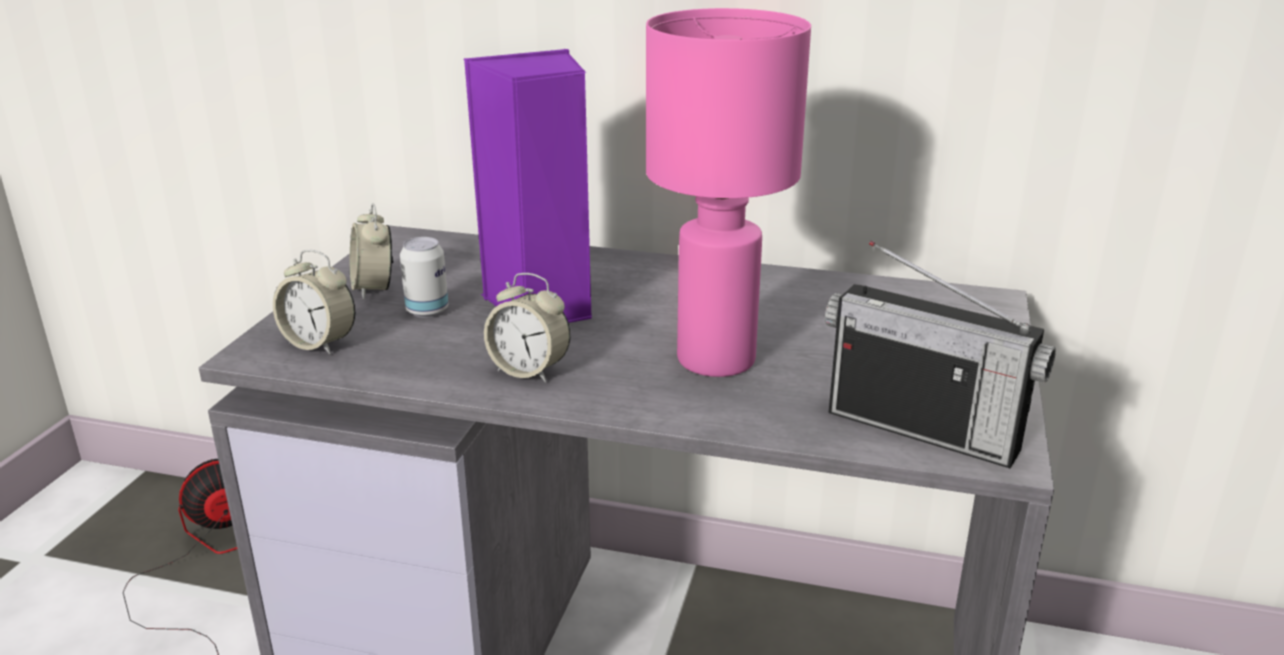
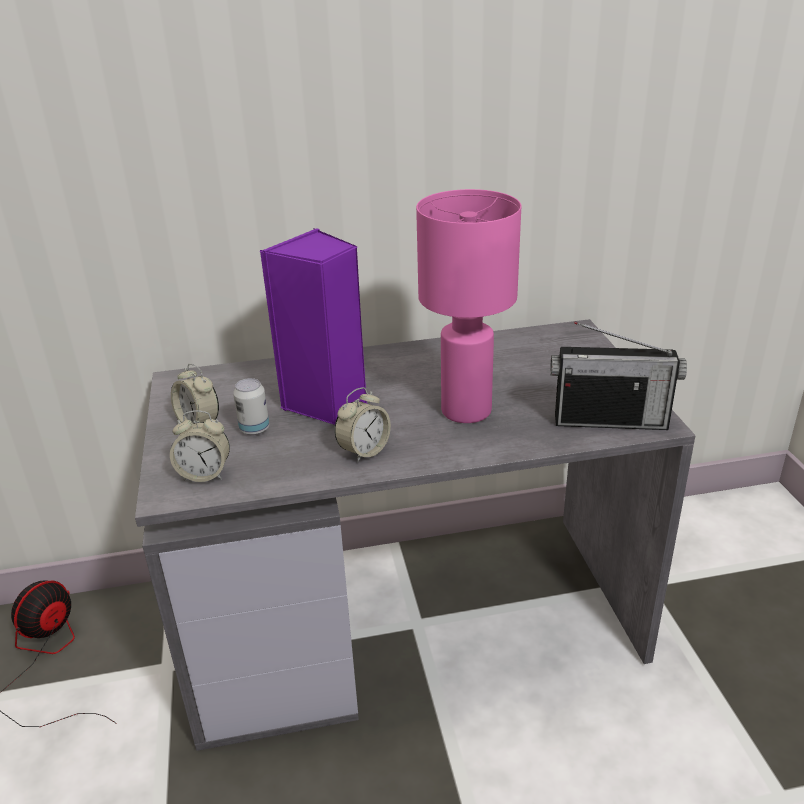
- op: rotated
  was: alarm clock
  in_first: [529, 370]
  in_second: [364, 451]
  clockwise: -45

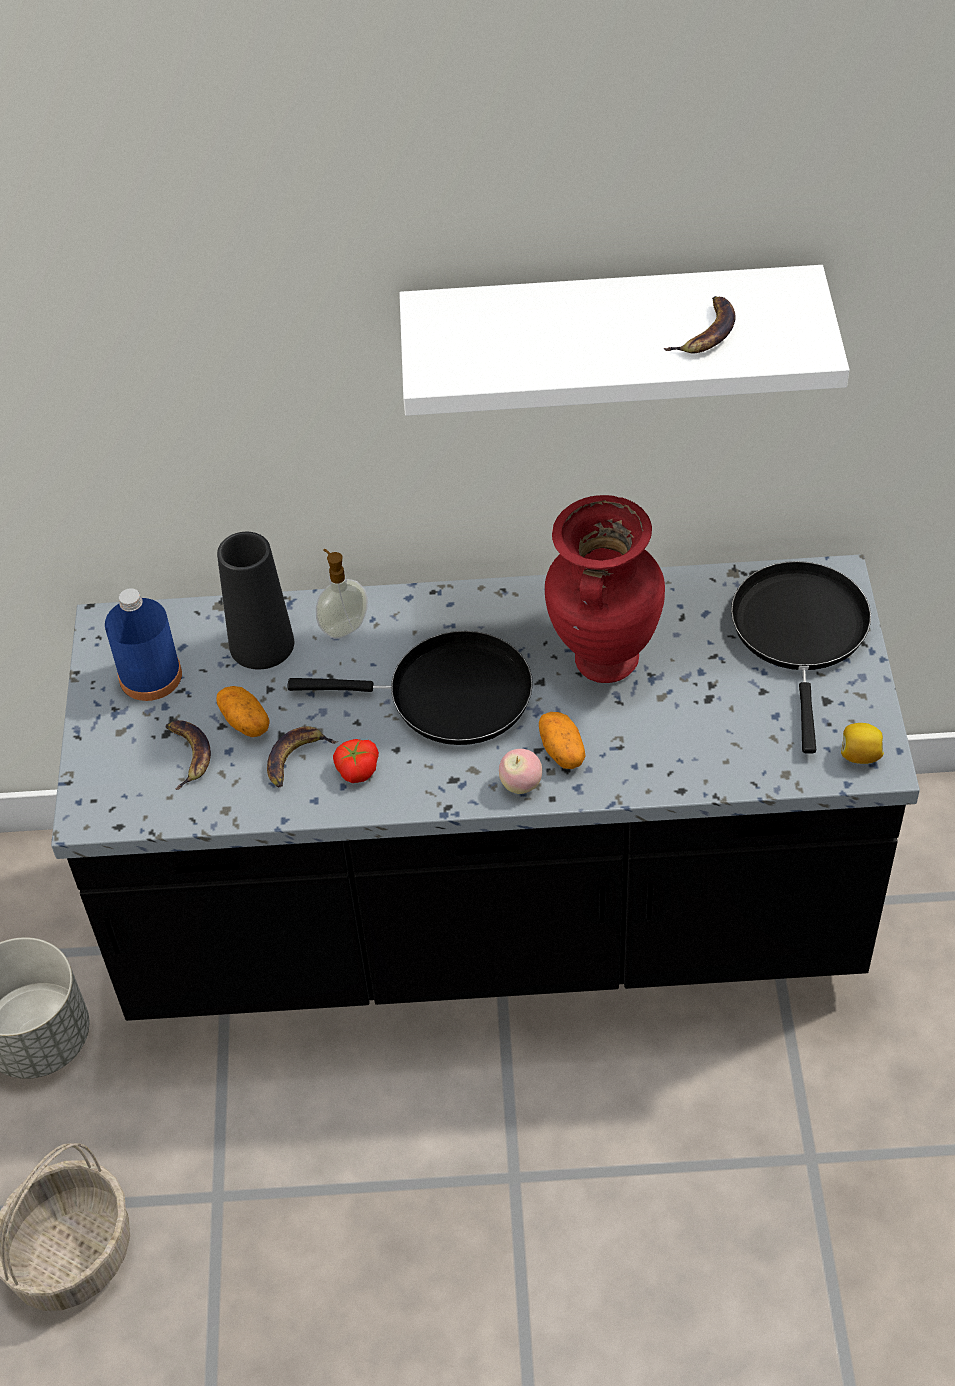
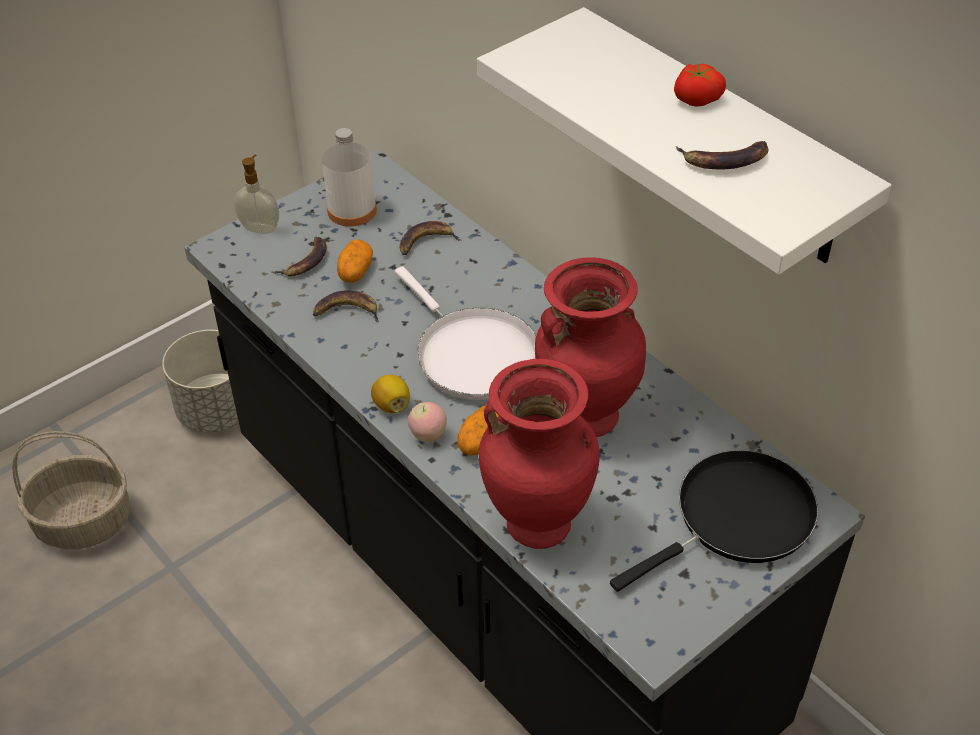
- op: repainted
  was: blue bottle
  now: white bottle
  in_first: [150, 676]
  in_second: [352, 210]
- op: swapped
  was: black vase
  now: banana
  in_first: [261, 644]
  in_second: [426, 242]
- op: repainted
  was: black frying pan
  now: white frying pan
  in_first: [449, 695]
  in_second: [472, 354]
- op: shifted
  was: soap dispenser
  in_first: [343, 627]
  in_second: [260, 228]
- op: shifted
  was: tomato
  in_first: [356, 769]
  in_second: [696, 98]
- op: shifted
  was: lemon
  in_first: [859, 755]
  in_second: [391, 405]
- op: new
  now: red vase
  in_second: [538, 523]

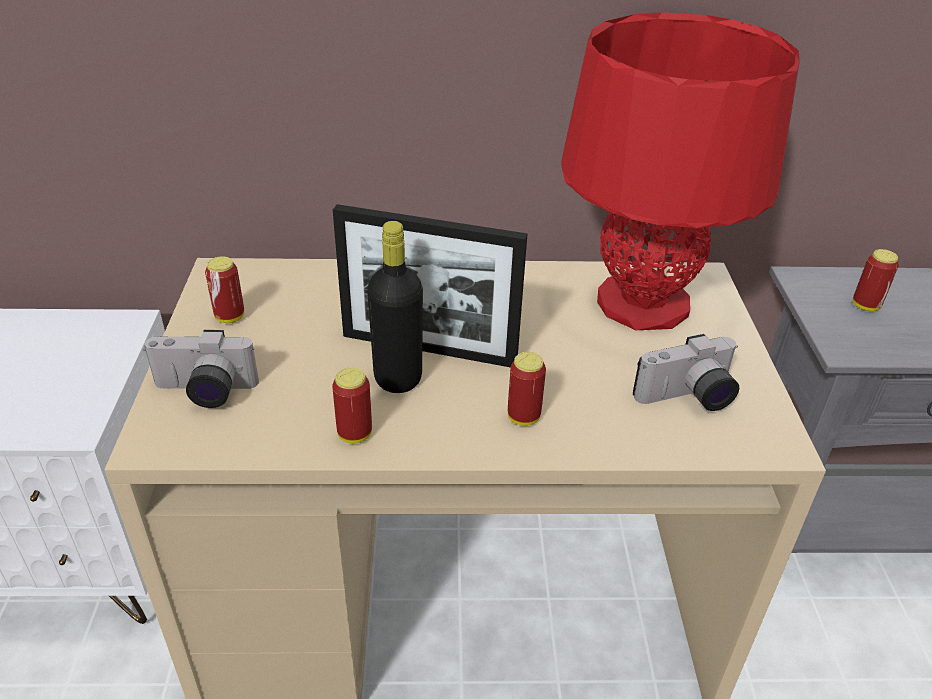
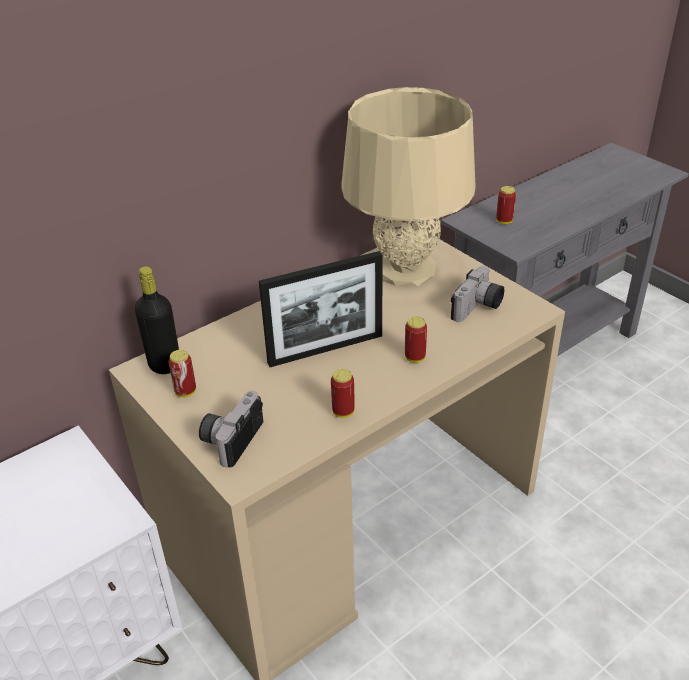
- op: rotated
  was: photo camera
  in_first: [204, 392]
  in_second: [231, 438]
  clockwise: 150
- op: shifted
  was: black bottle
  in_first: [398, 378]
  in_second: [164, 365]
- op: repainted
  was: red table lamp
  now: beige table lamp
  in_first: [643, 303]
  in_second: [406, 269]

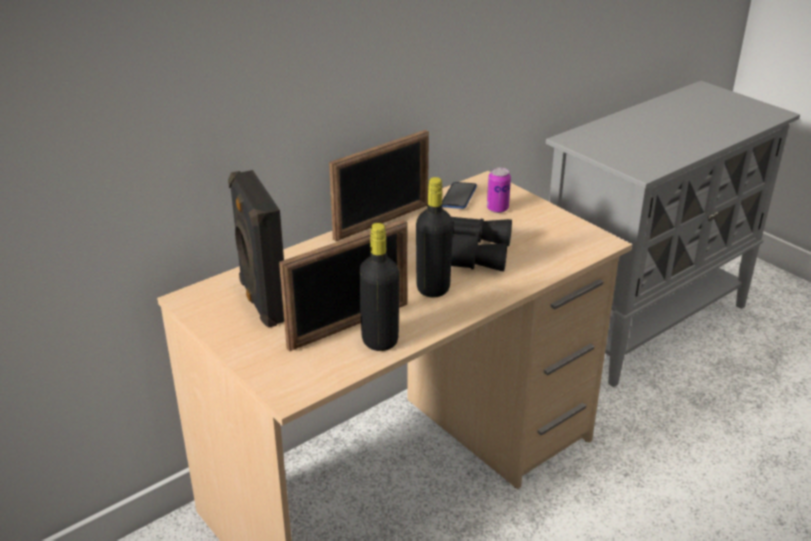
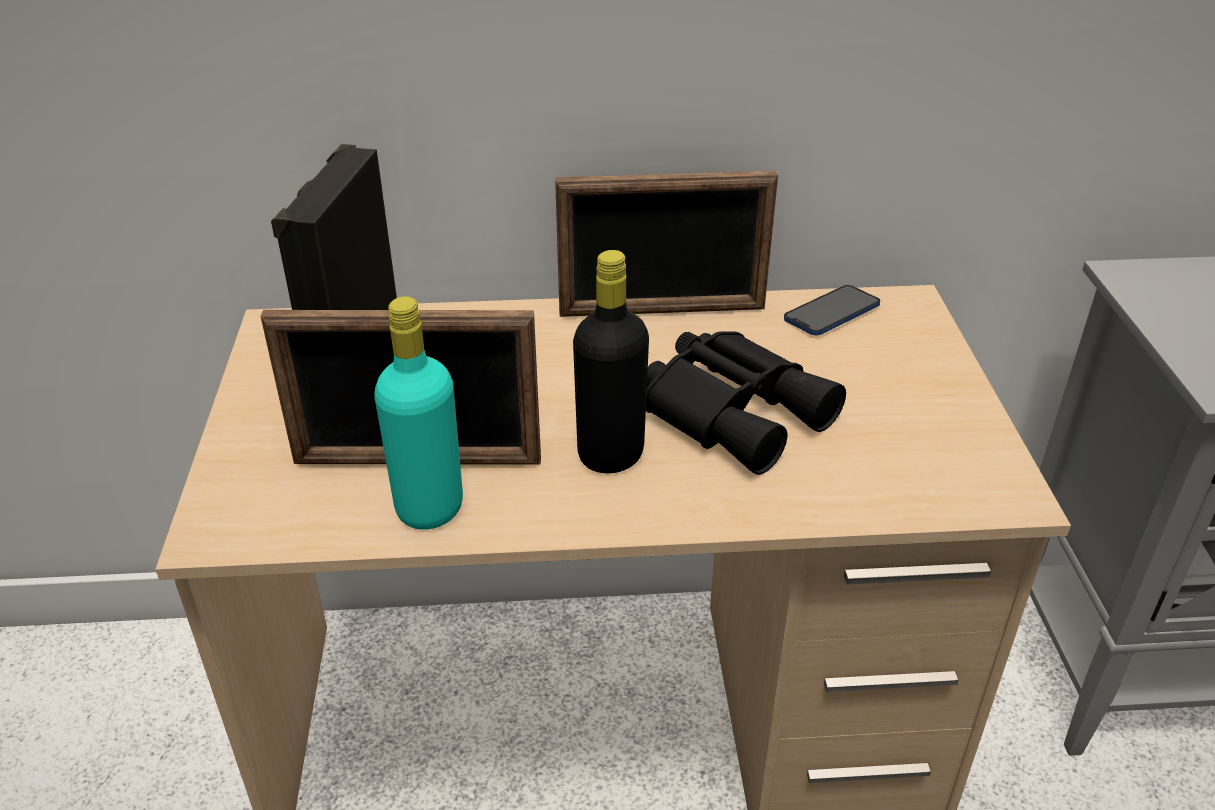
- op: repainted
  was: black bottle
  now: turquoise bottle
  in_first: [380, 340]
  in_second: [429, 508]
- op: gone
  was: can
  in_first: [497, 208]

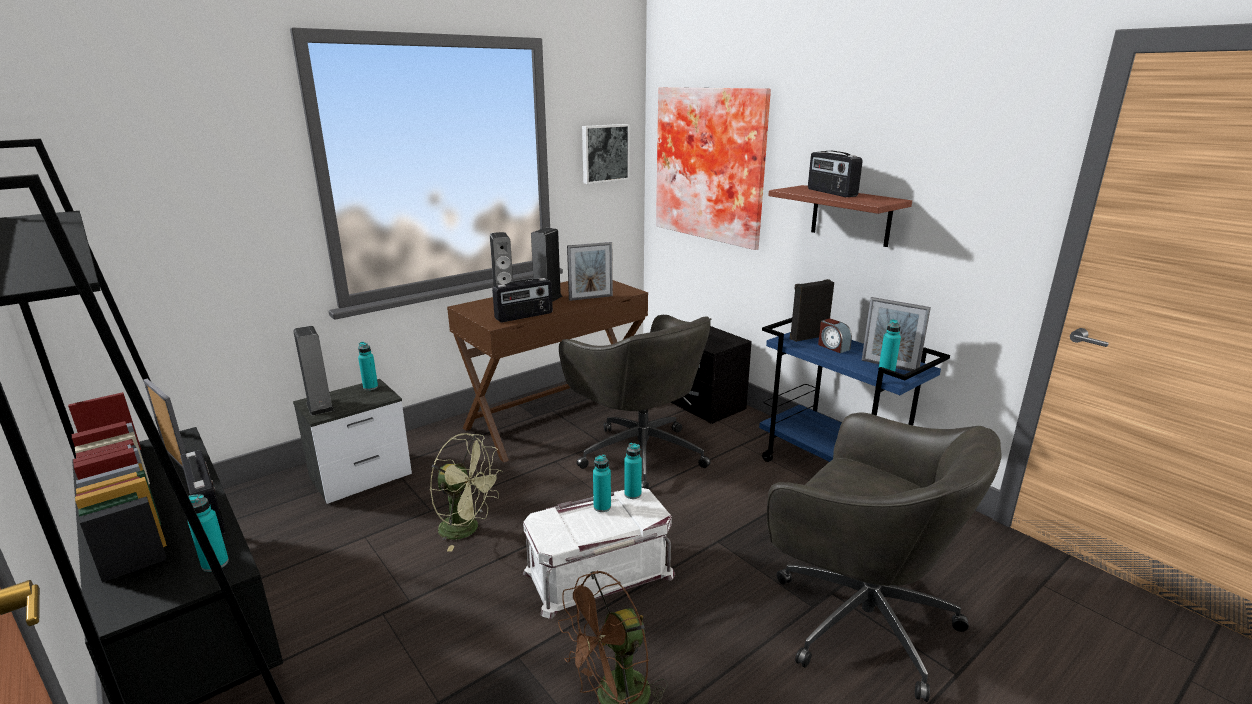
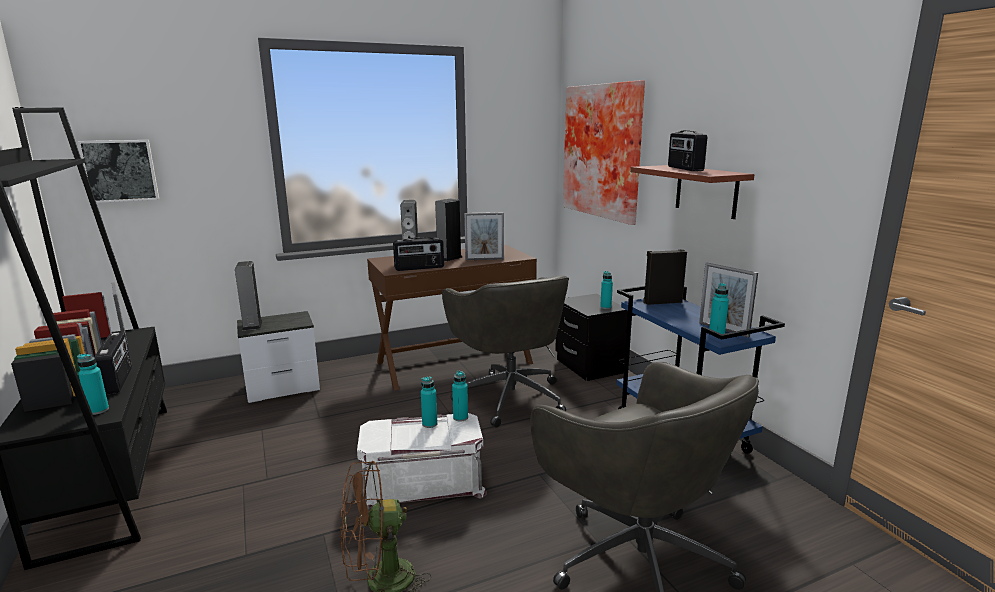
- op: shifted
  was: turquoise bottle
  in_first: [370, 387]
  in_second: [605, 307]
- op: gone
  was: green fan
  in_first: [467, 529]
- op: shifted
  was: picture
  in_first: [604, 153]
  in_second: [120, 170]
- op: gone
  was: alarm clock
  in_first: [833, 347]

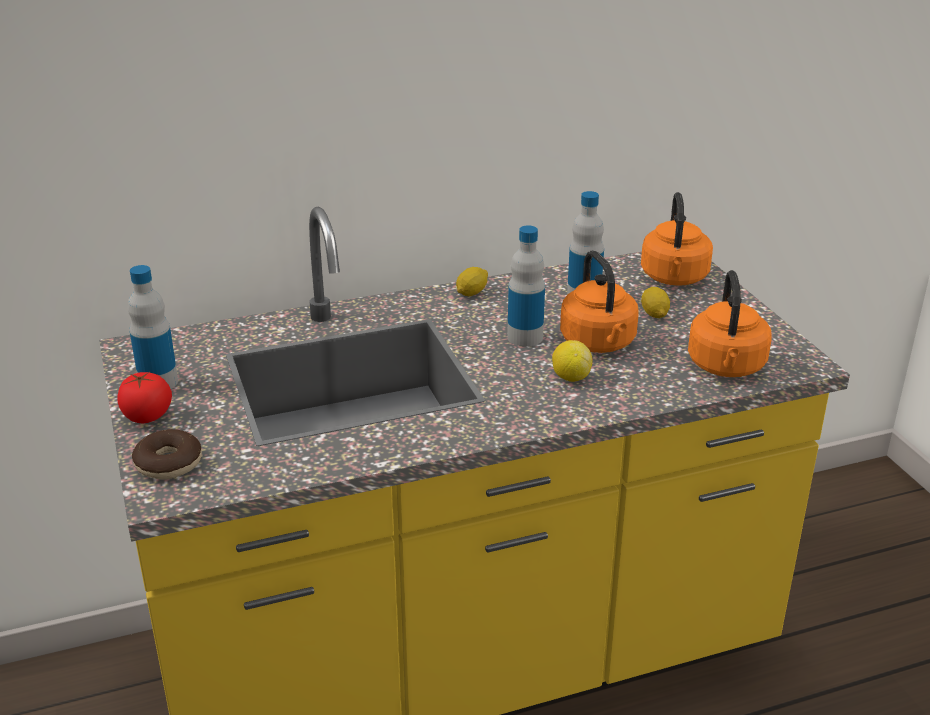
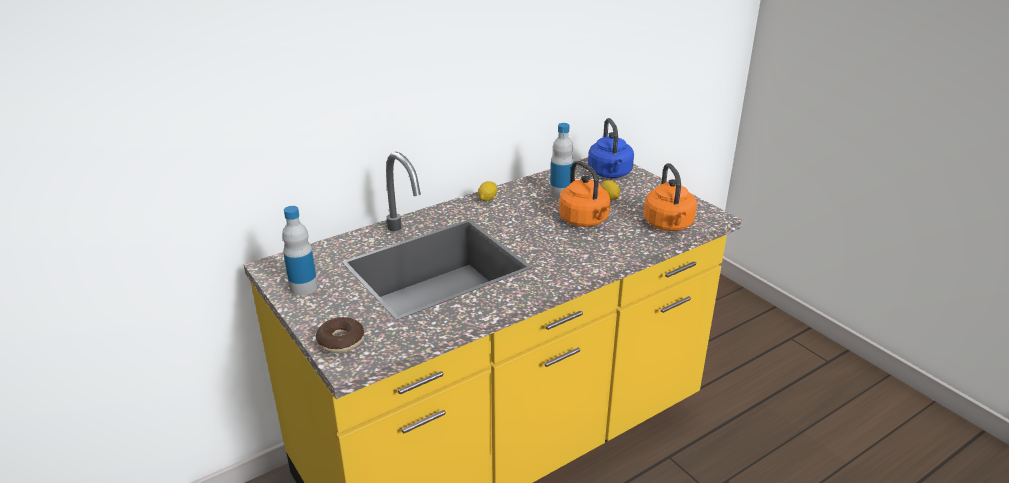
- op: gone
  was: tomato
  in_first: [147, 416]
- op: gone
  was: bottle
  in_first: [525, 337]
- op: gone
  was: lemon
  in_first: [571, 377]
- op: repainted
  was: orange kettle
  now: blue kettle
  in_first: [674, 278]
  in_second: [610, 174]

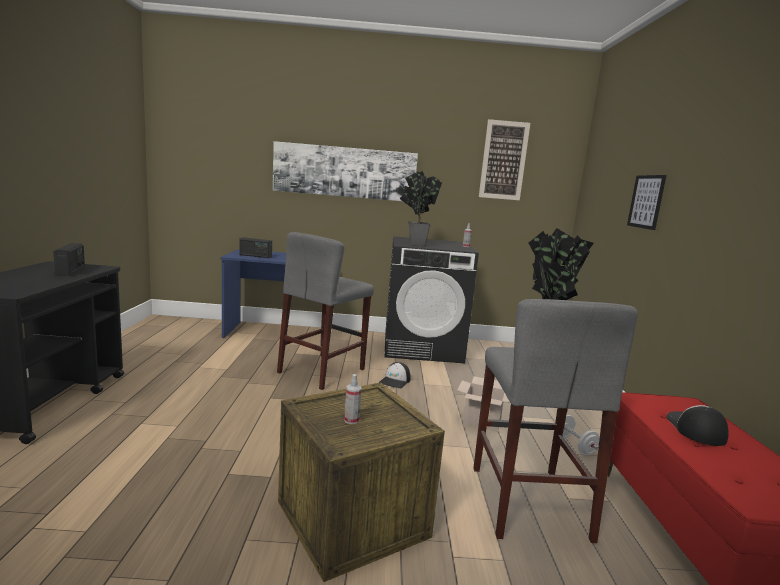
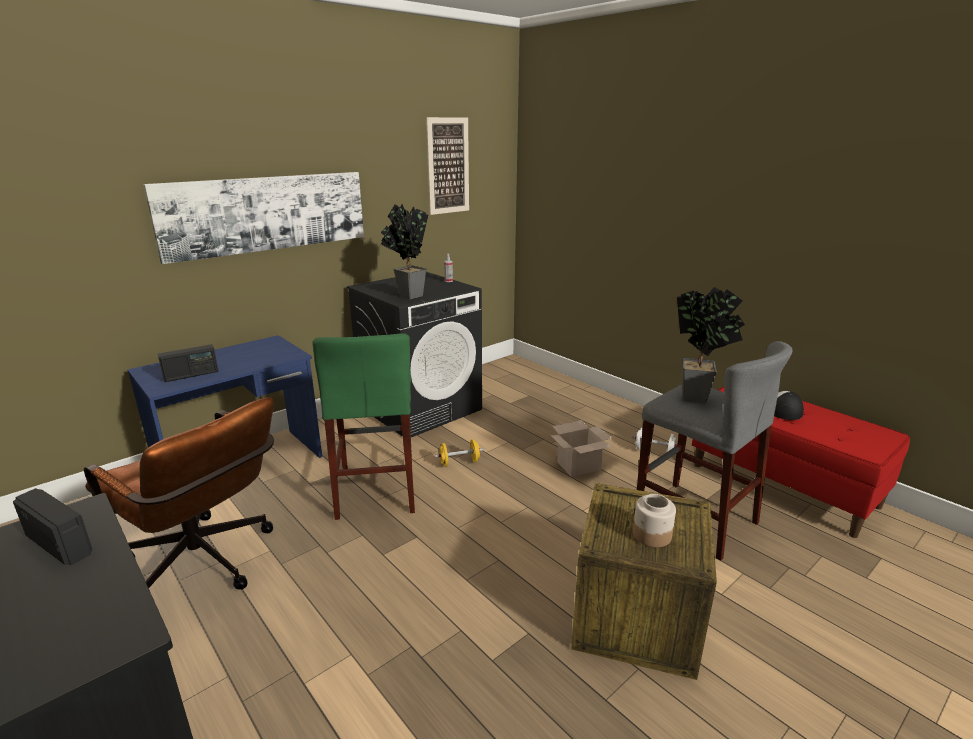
- op: repainted
  was: grey stool
  now: green stool
  in_first: [322, 371]
  in_second: [377, 489]
- op: swapped
  was: spray bottle
  now: jar
  in_first: [351, 420]
  in_second: [652, 535]
- op: swapped
  was: cap
  now: yellow dumbbell
  in_first: [395, 381]
  in_second: [459, 462]
- op: gone
  was: picture
  in_first: [646, 201]
- op: new
  now: brown office chair
  in_second: [206, 566]

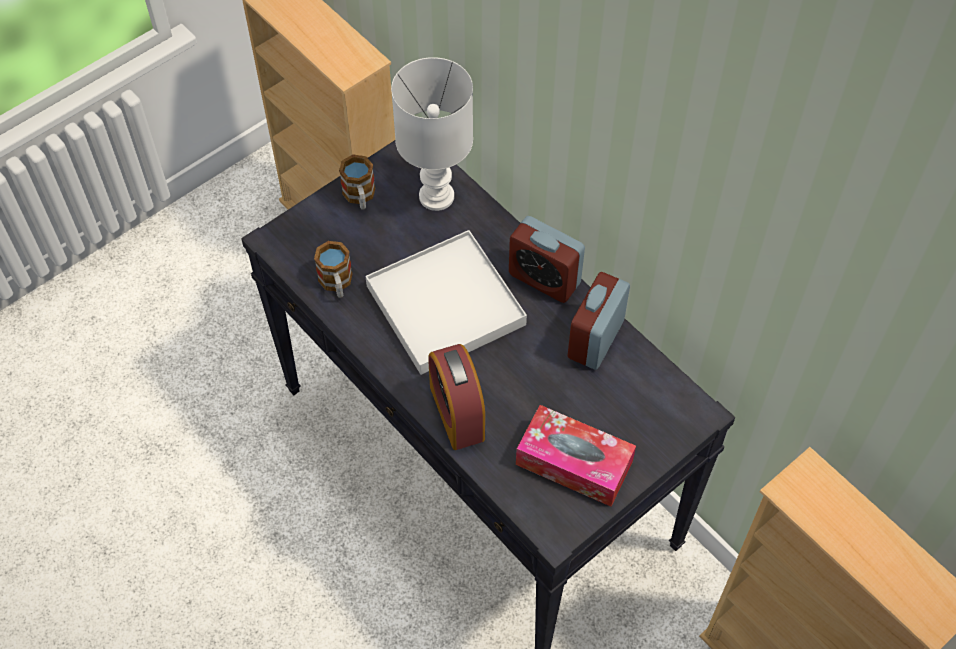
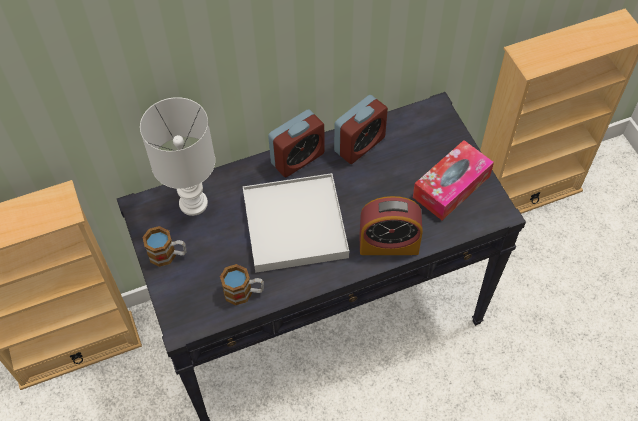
- op: rotated
  was: alarm clock
  in_first: [595, 339]
  in_second: [359, 145]
  clockwise: -90

